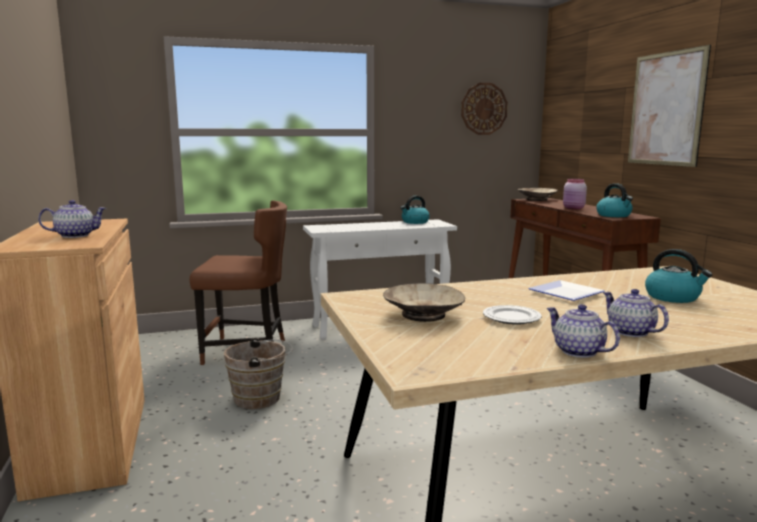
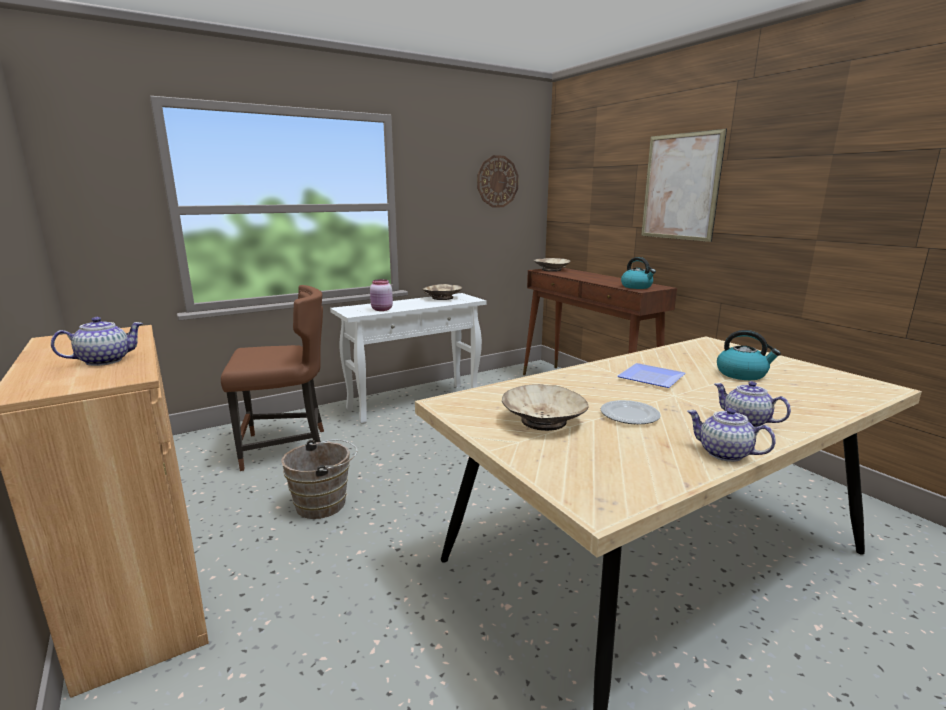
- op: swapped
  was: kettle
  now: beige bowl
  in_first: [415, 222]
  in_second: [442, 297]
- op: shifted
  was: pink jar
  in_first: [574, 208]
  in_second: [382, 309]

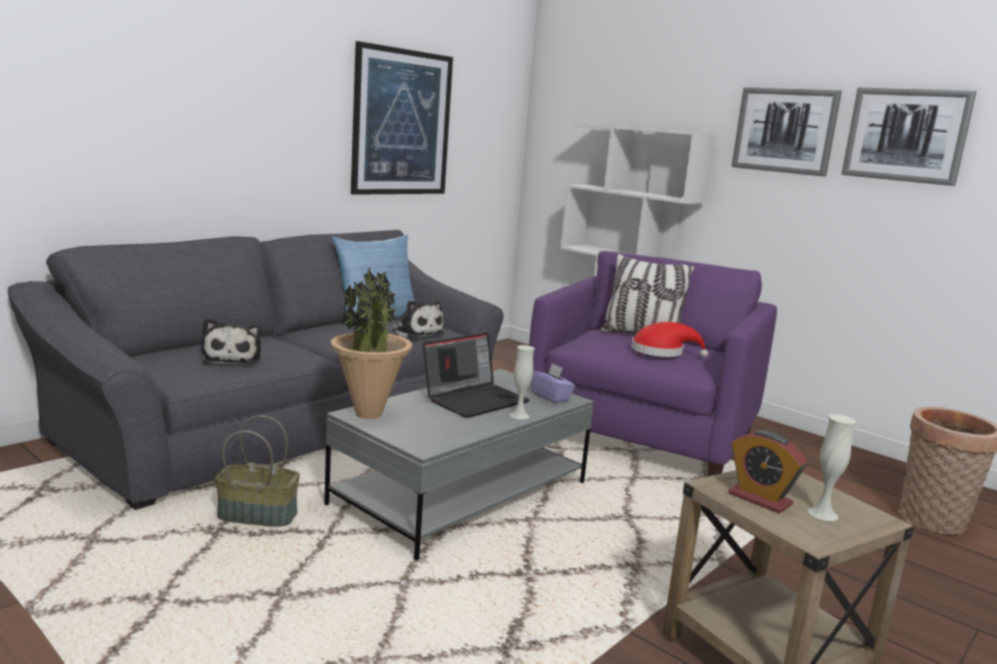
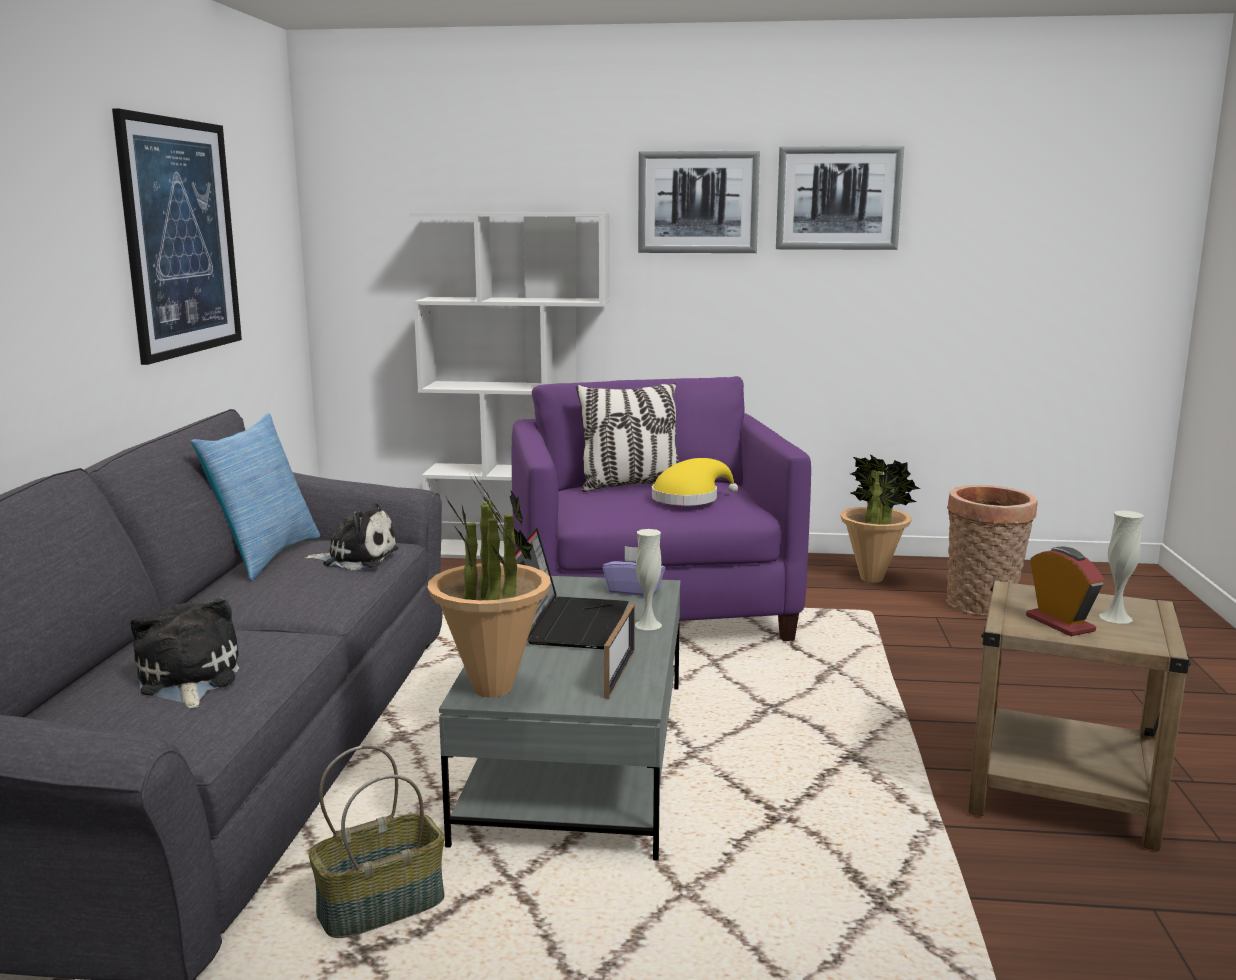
- op: rotated
  was: plush toy
  in_first: [232, 358]
  in_second: [188, 680]
  clockwise: -150
- op: repainted
  was: red hat
  now: yellow hat
  in_first: [661, 352]
  in_second: [689, 498]
- op: rotated
  was: alarm clock
  in_first: [760, 499]
  in_second: [1060, 623]
  clockwise: -120
- op: new
  now: picture frame
  in_second: [620, 673]
- op: new
  now: potted plant
  in_second: [872, 578]

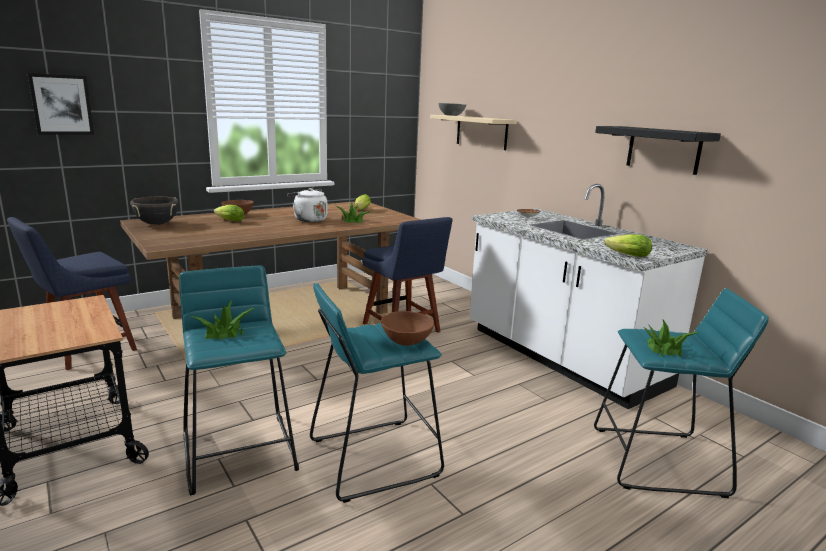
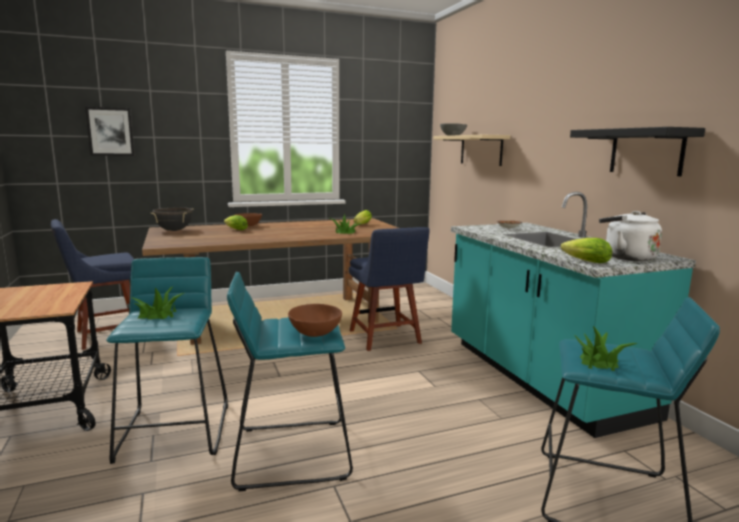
- op: shifted
  was: white kettle
  in_first: [308, 219]
  in_second: [626, 257]
- op: repainted
  was: white counter
  now: turquoise counter
  in_first: [561, 357]
  in_second: [540, 377]

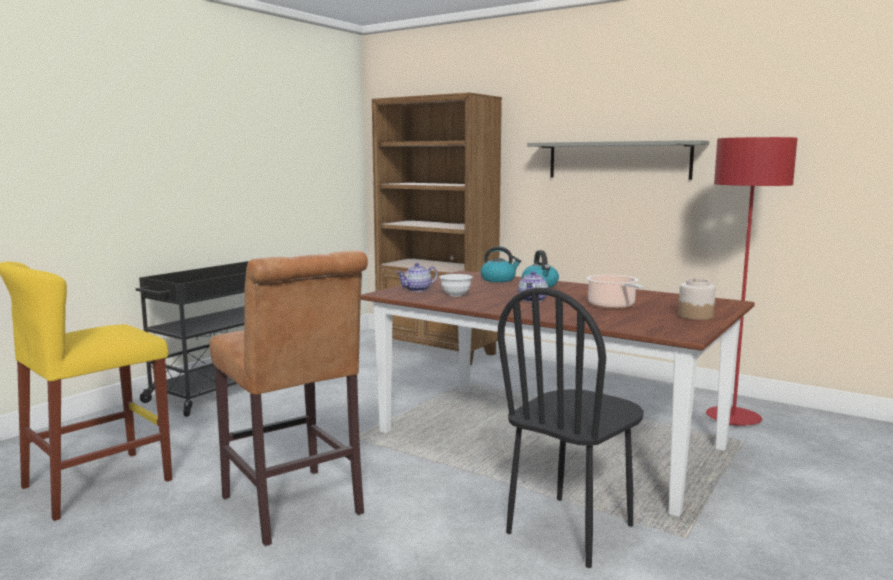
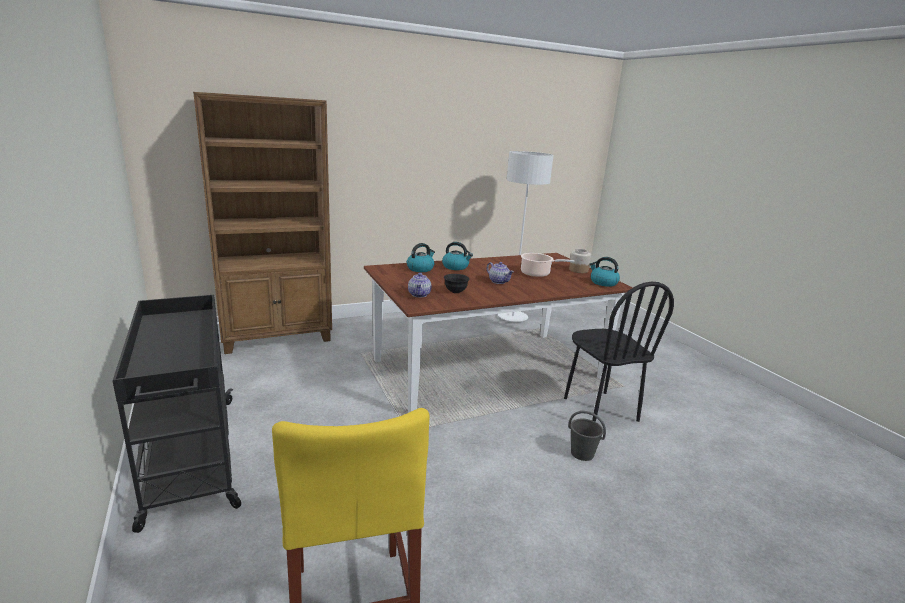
- op: gone
  was: brown stool
  in_first: [295, 509]
- op: repainted
  was: white bowl
  now: black bowl
  in_first: [455, 295]
  in_second: [455, 291]
- op: gone
  was: grey shelf
  in_first: [618, 160]
- op: repainted
  was: red floor lamp
  now: white floor lamp
  in_first: [733, 418]
  in_second: [512, 317]
- op: new
  now: grey bucket
  in_second: [582, 453]
- op: new
  now: kettle
  in_second: [603, 282]

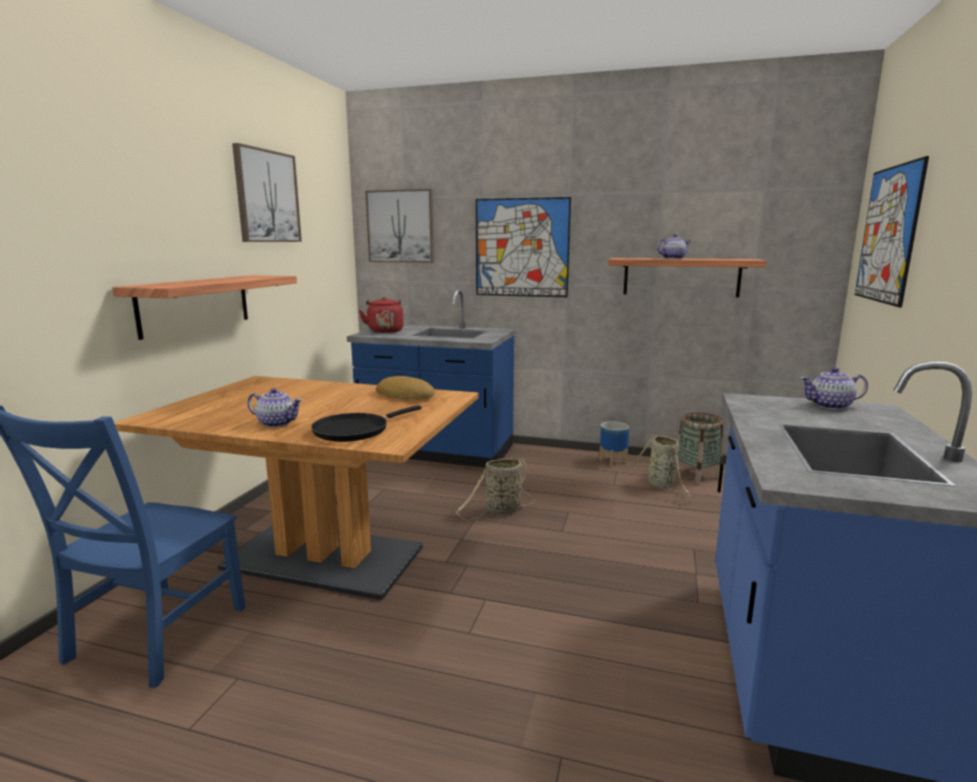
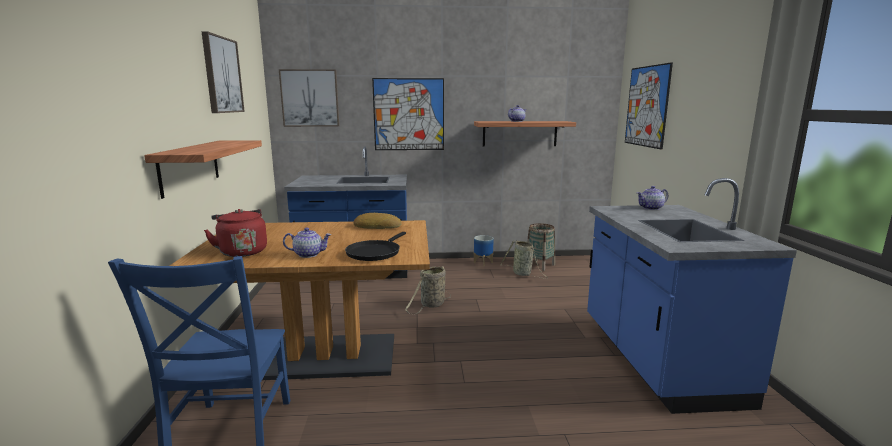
- op: shifted
  was: red kettle
  in_first: [385, 331]
  in_second: [242, 251]

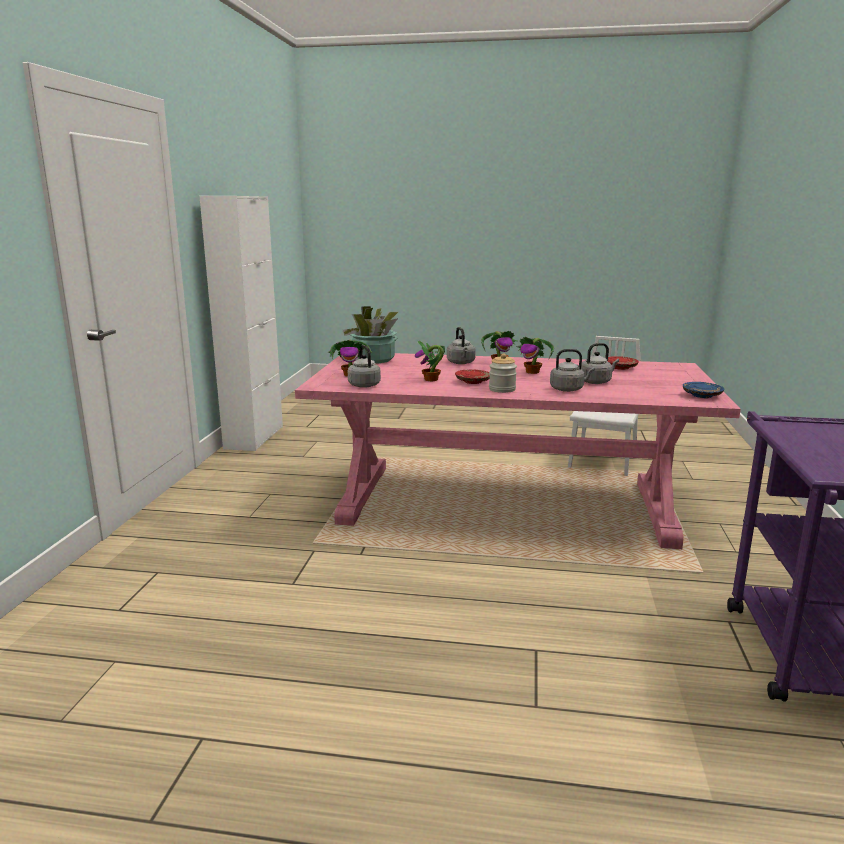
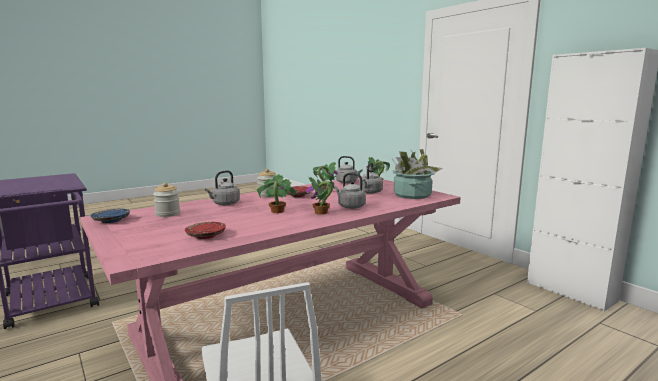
- op: shifted
  was: grey kettle
  in_first: [596, 382]
  in_second: [370, 192]
- op: new
  now: jar
  in_second: [167, 214]

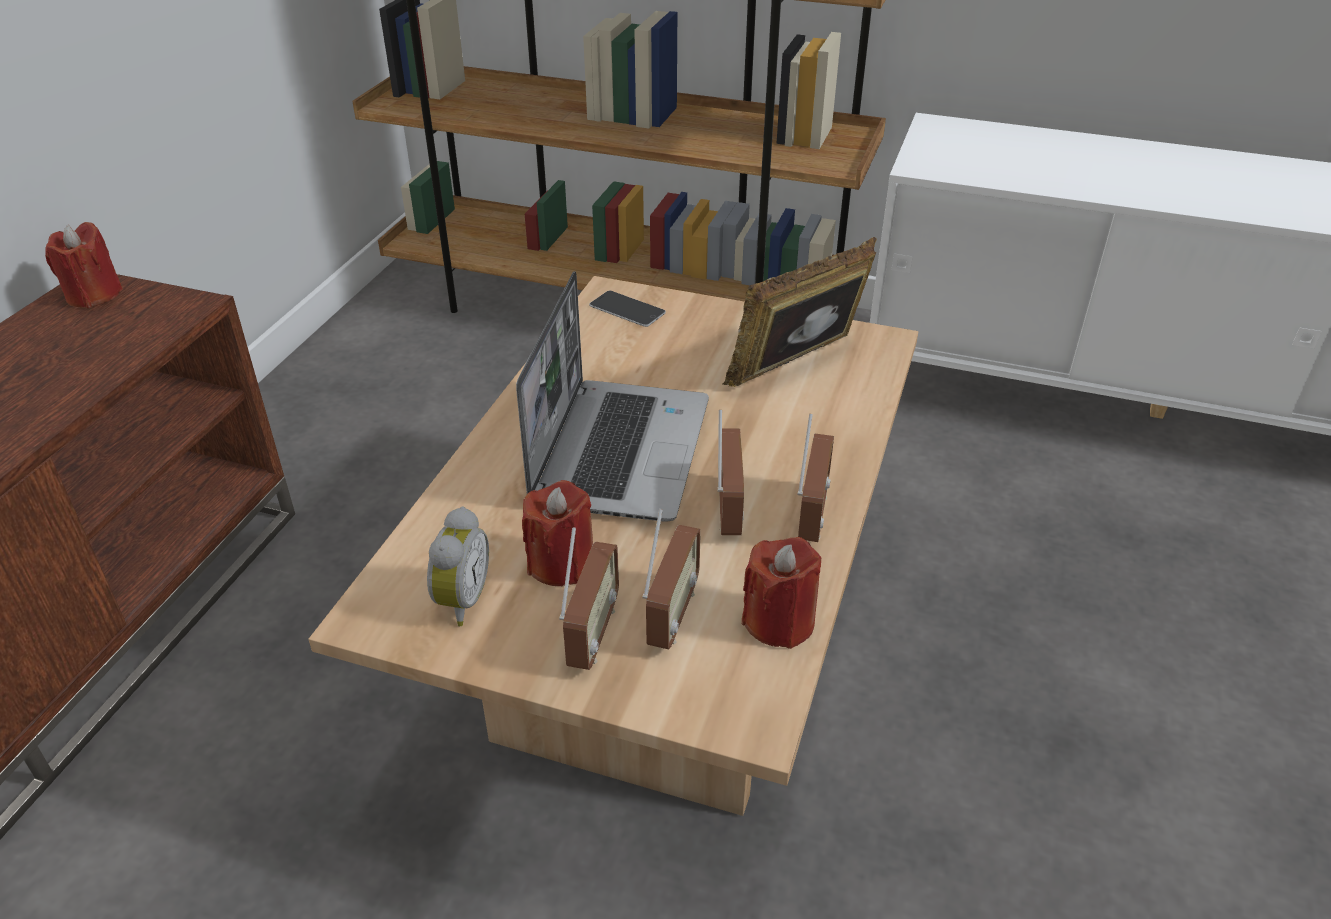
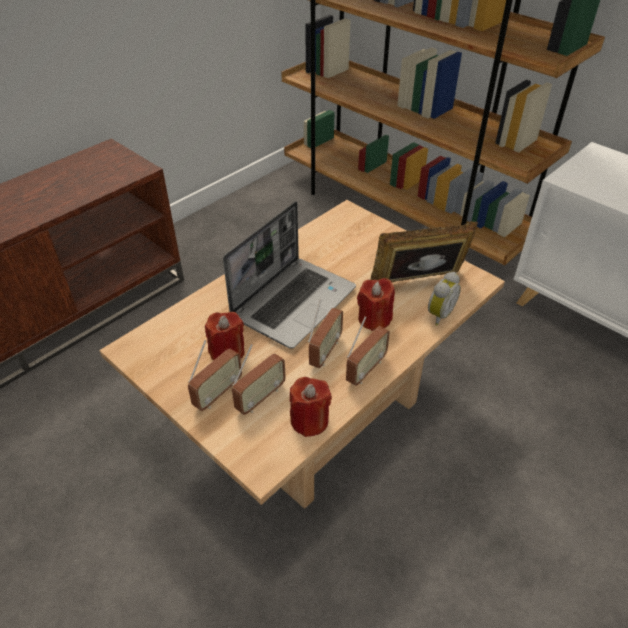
- op: shifted
  was: red candle
  in_first: [94, 295]
  in_second: [374, 319]
- op: shifted
  was: alarm clock
  in_first: [459, 600]
  in_second: [438, 314]
- op: gone
  was: phone
  in_first: [627, 309]

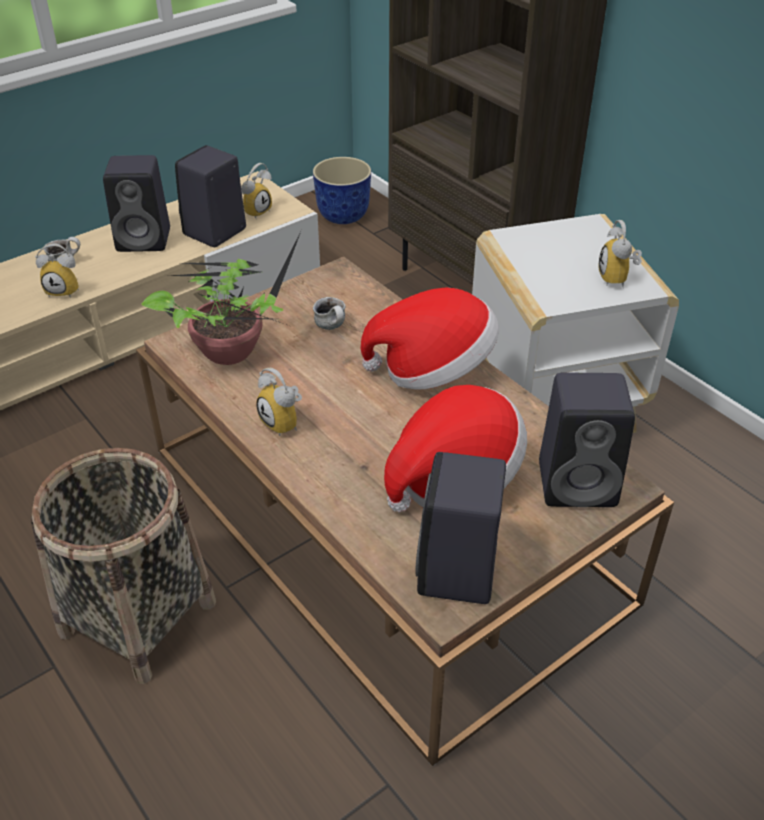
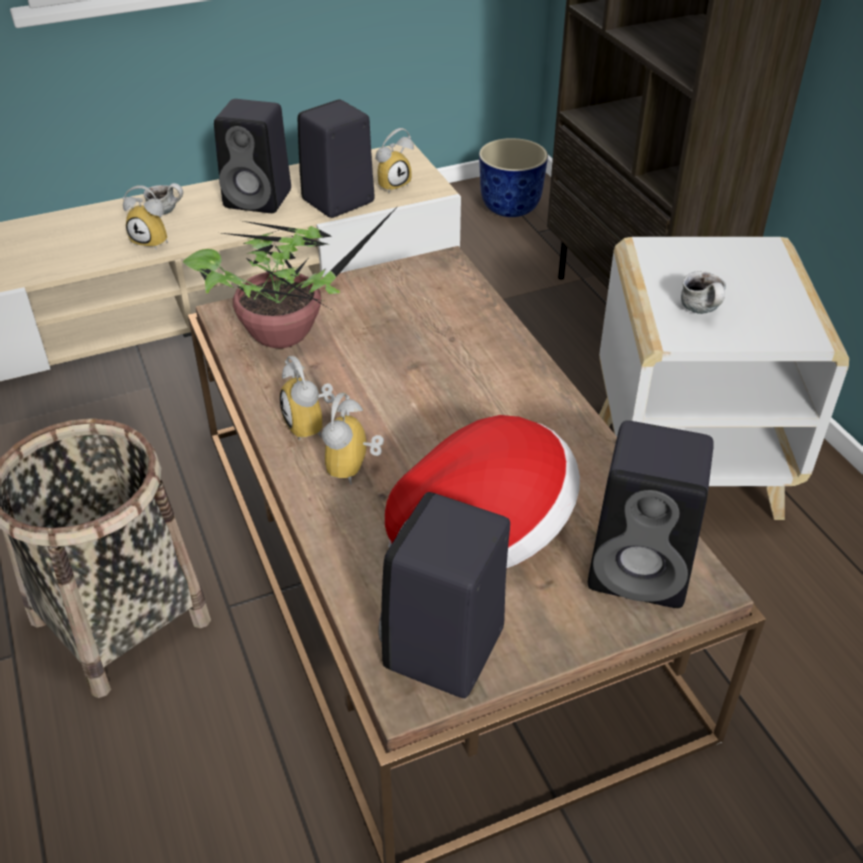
- op: shifted
  was: mug
  in_first: [333, 327]
  in_second: [703, 311]
- op: gone
  was: hat
  in_first: [433, 369]
- op: shifted
  was: alarm clock
  in_first: [618, 279]
  in_second: [354, 469]

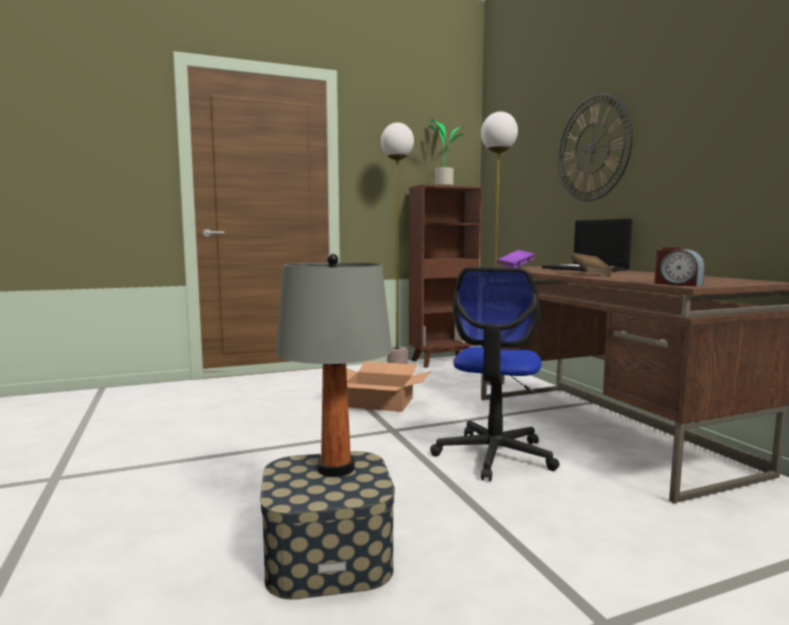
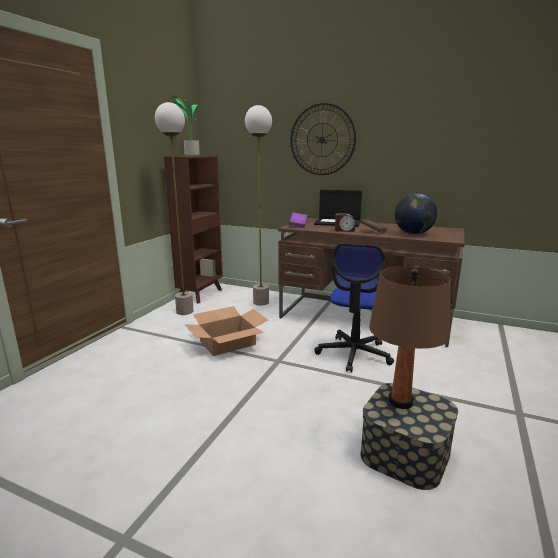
- op: repainted
  was: grey table lamp
  now: brown table lamp
  in_first: [335, 468]
  in_second: [400, 401]
- op: rotated
  was: office chair
  in_first: [494, 456]
  in_second: [354, 354]
  clockwise: 45
- op: shifted
  was: alarm clock
  in_first: [677, 284]
  in_second: [344, 230]
- op: new
  now: globe
  in_second: [413, 233]

